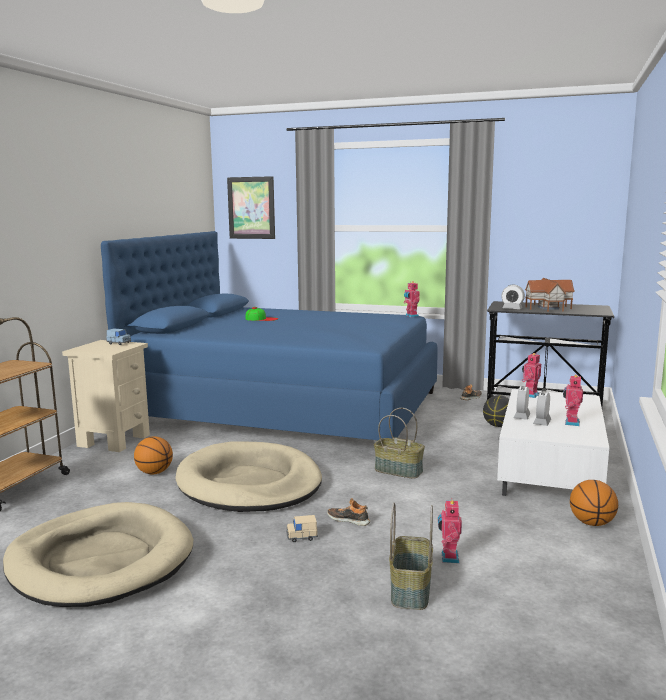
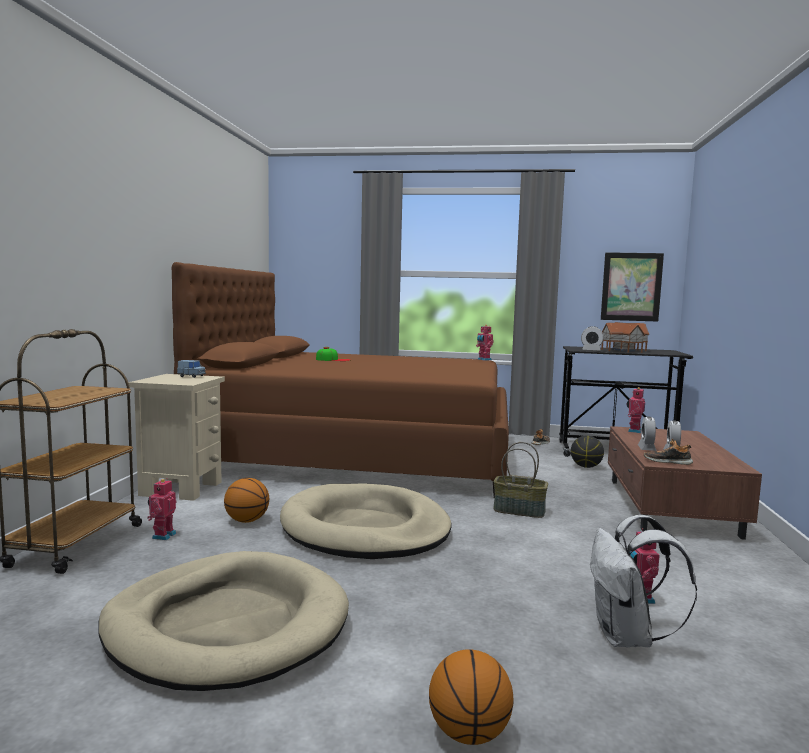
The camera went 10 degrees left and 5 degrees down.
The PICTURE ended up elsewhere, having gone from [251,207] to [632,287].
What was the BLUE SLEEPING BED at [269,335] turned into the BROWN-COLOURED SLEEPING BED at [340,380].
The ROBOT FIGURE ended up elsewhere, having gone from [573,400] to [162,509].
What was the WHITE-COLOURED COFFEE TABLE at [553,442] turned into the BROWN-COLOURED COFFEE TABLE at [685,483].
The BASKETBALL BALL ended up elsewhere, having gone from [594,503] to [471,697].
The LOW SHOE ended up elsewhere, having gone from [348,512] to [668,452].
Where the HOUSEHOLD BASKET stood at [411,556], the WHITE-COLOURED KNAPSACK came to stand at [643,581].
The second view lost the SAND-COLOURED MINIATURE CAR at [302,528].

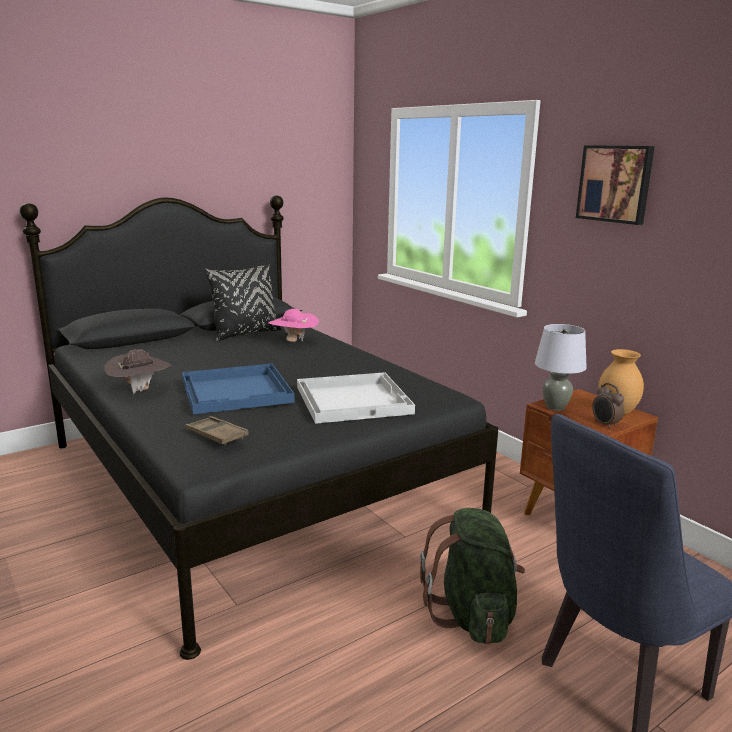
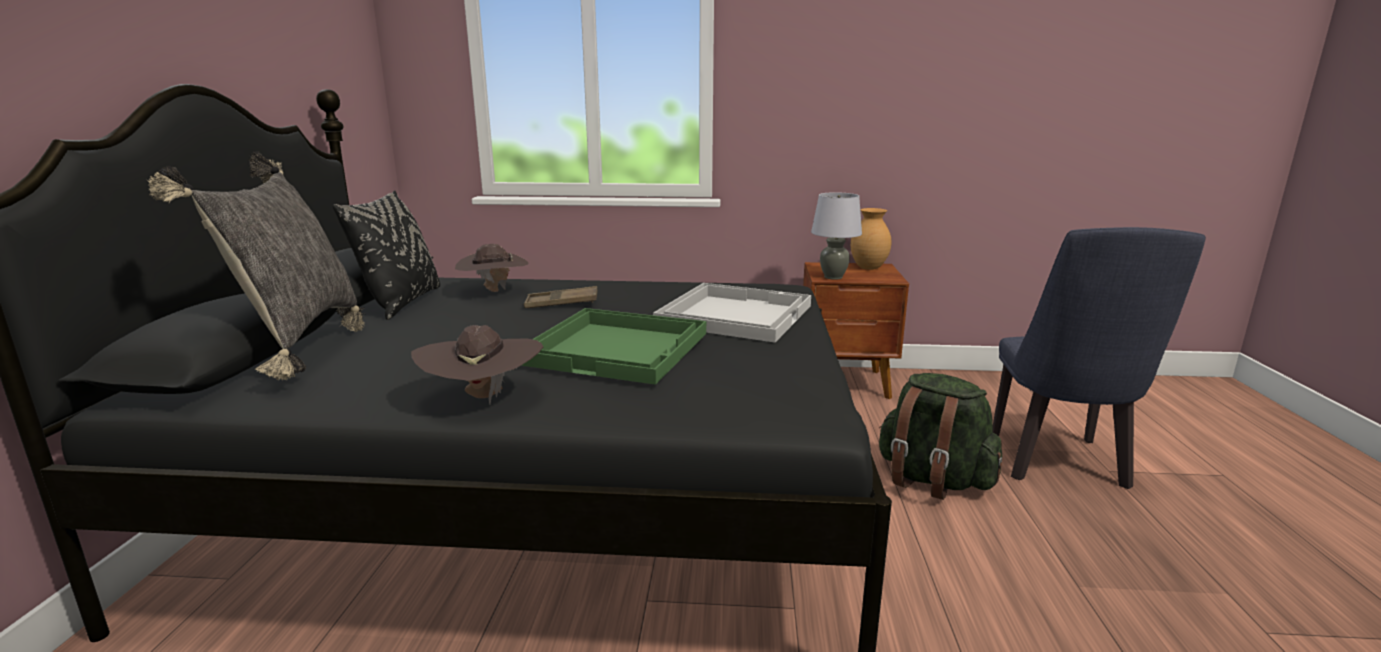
The camera went 50 degrees left and 0 degrees up.
The second view lost the PICTURE at [615,185].
What was the PINKISH HAT at [293,325] turned into the BROWN-COLOURED HAT at [491,268].
What was the BLUE SERVING TRAY at [238,389] turned into the GREENISH SERVING TRAY at [613,346].
The second view lost the BEDSIDE CLOCK at [608,406].
The BROWN-COLOURED SERVING TRAY ended up elsewhere, having gone from [217,430] to [561,297].
The second view gained the THROW PILLOW at [256,266].

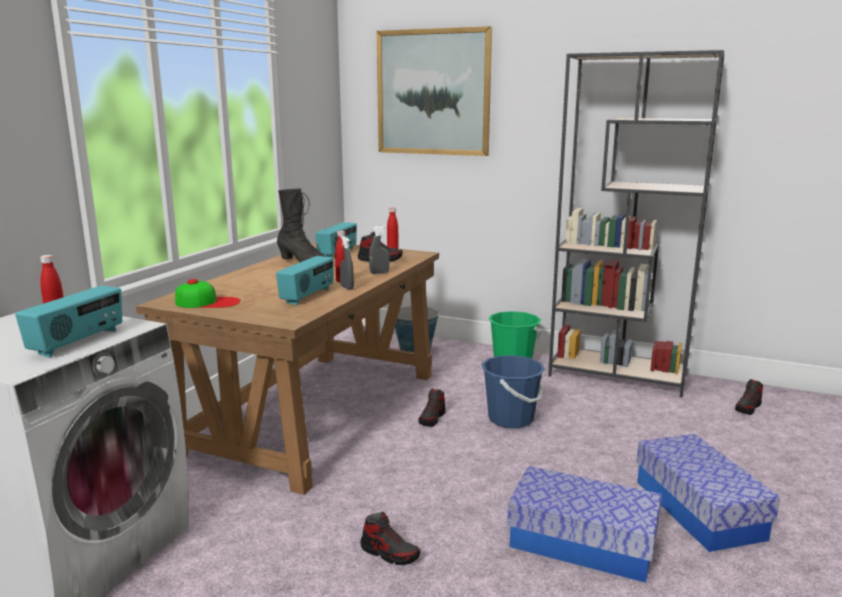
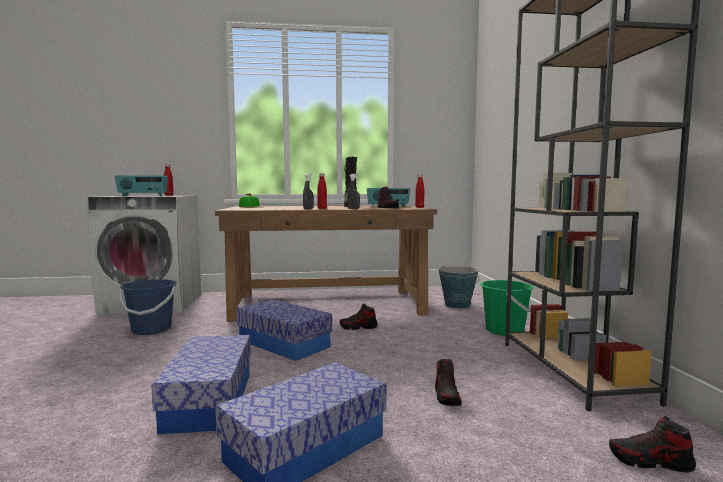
The camera went 60 degrees right and 10 degrees down.
The second view lost the PICTURE at [434,91].
The second view lost the RADIO at [305,280].
The BLUE BUCKET ended up elsewhere, having gone from [513,391] to [147,307].
The LOW SHOE ended up elsewhere, having gone from [390,538] to [448,382].
The second view gained the STORAGE BIN at [285,330].

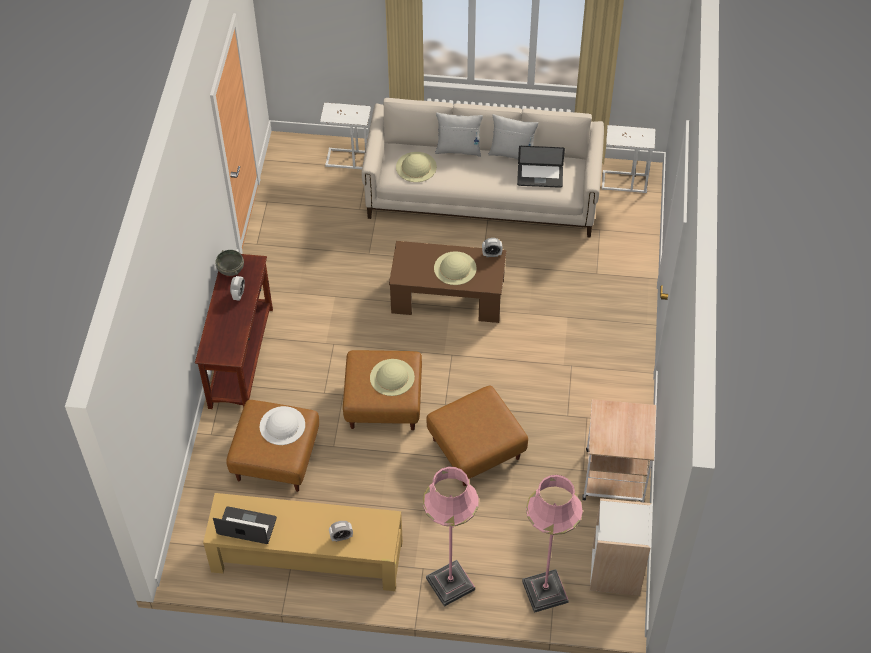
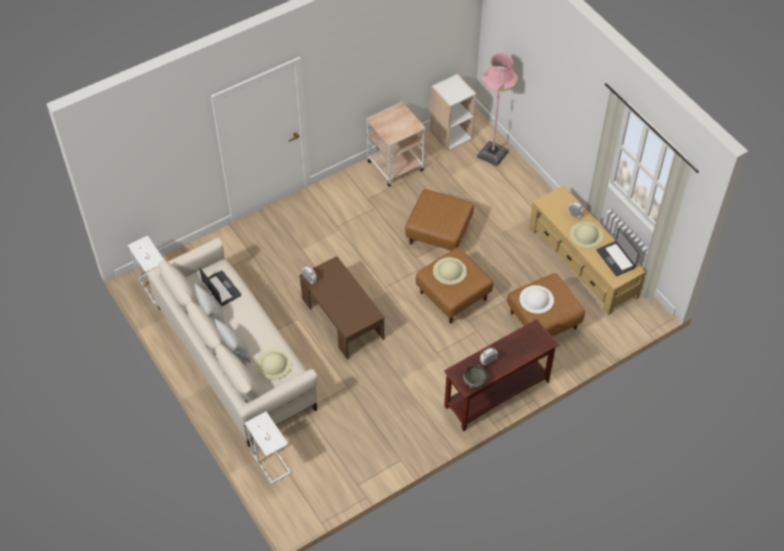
The camera went 130 degrees left and 0 degrees up.
The SAND-COLOURED HAT ended up elsewhere, having gone from [455,268] to [586,235].
The second view lost the PINKISH FLOOR LAMP at [451,537].

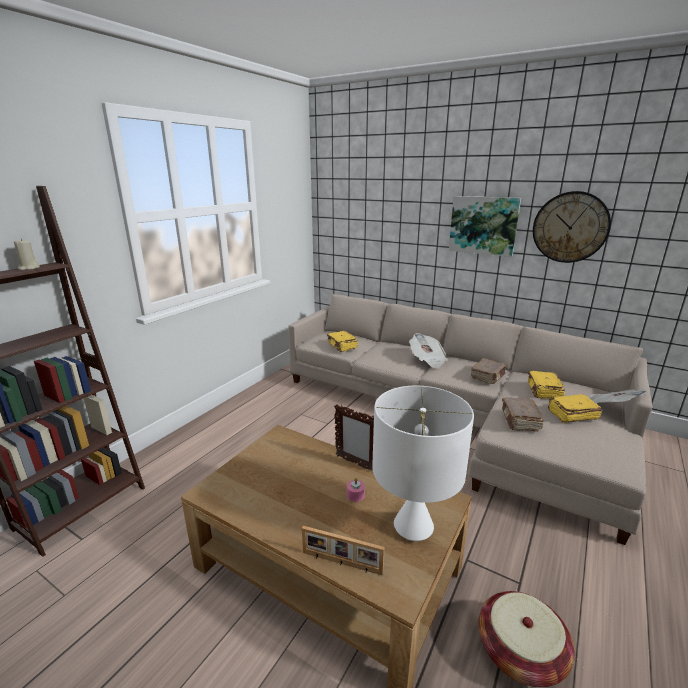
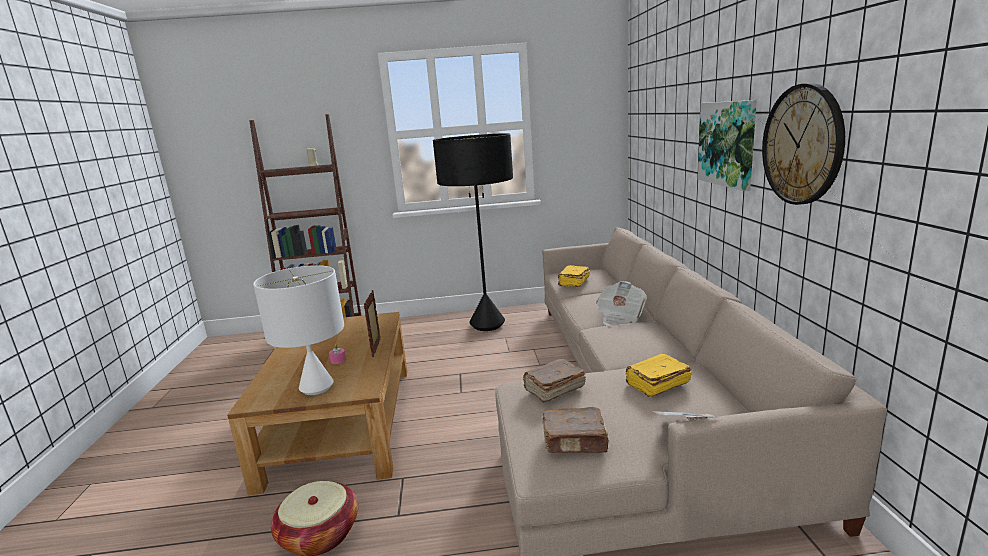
The camera went 55 degrees right and 5 degrees down.
The BROWN-COLOURED BOUND BOOK ended up elsewhere, having gone from [488,371] to [576,430].
The second view lost the YELLOW-COLOURED BOUND BOOK at [575,408].
The second view lost the PHOTO FRAME at [343,550].
The second view gained the BLACK FLOOR LAMP at [473,232].

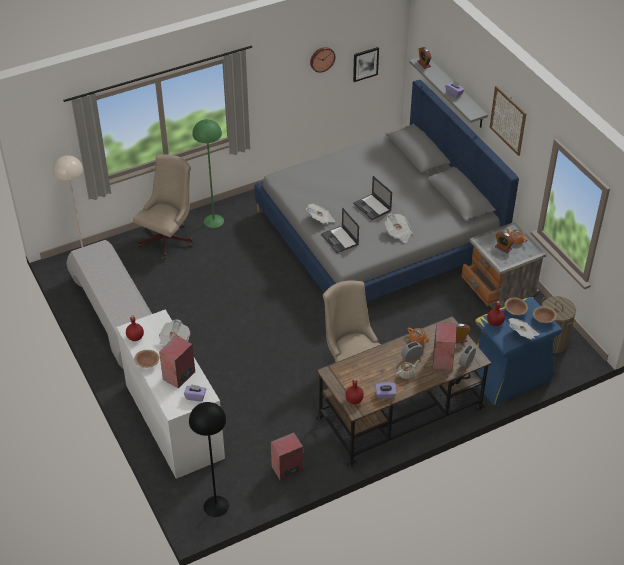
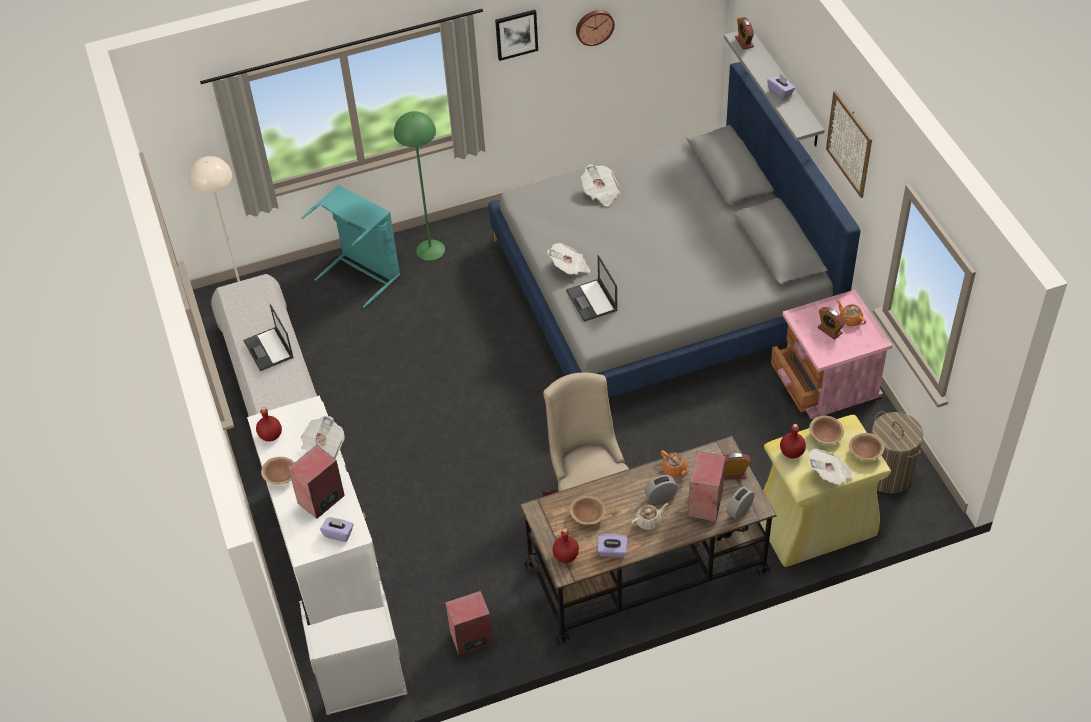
The camera went 10 degrees right and 5 degrees up.
The PICTURE ended up elsewhere, having gone from [366,64] to [516,35].
Where the SAND-COLOURED OFFICE CHAIR stood at [163,207], the BLUE-GREEN WASHING BASKET came to stand at [350,246].
The PORTABLE COMPUTER ended up elsewhere, having gone from [372,198] to [268,337].
The PRINTED PAPER ended up elsewhere, having gone from [399,228] to [600,185].
What was the GRAY BEDSIDE TABLE at [504,265] turned into the PINKISH BEDSIDE TABLE at [832,354].
What was the BLUE BEDSIDE TABLE at [518,351] turned into the YELLOW-COLOURED BEDSIDE TABLE at [825,491].
Where the BLACK FLOOR LAMP stood at [209,459], the GRAY WASHING BASKET came to stand at [353,648].
The second view gained the BROWN-COLOURED SERVING BOWL at [587,510].

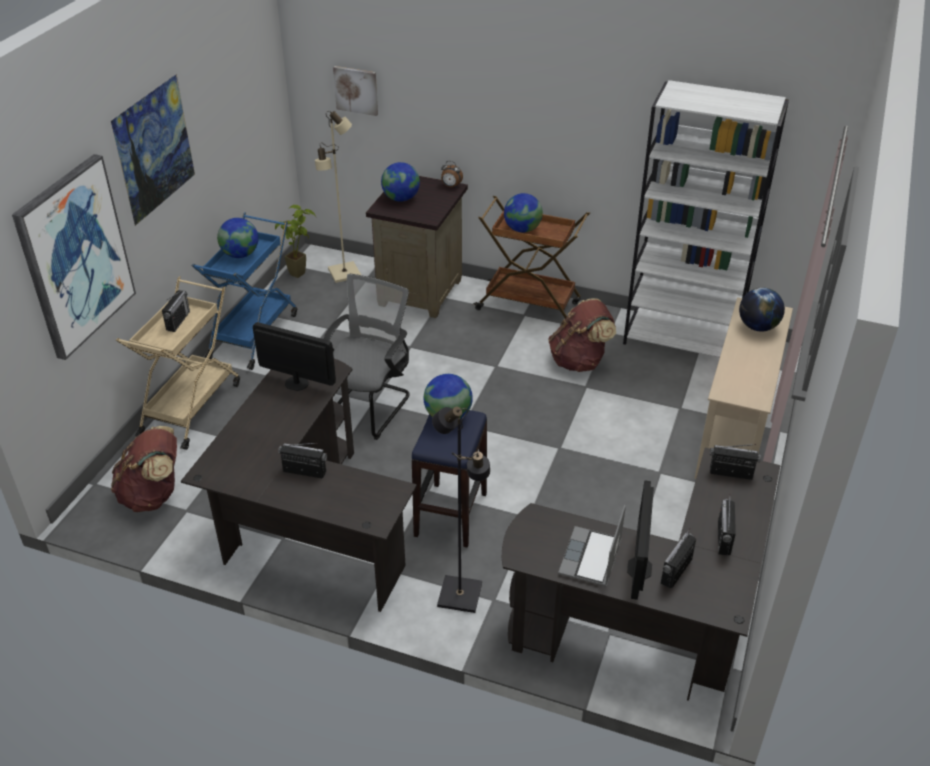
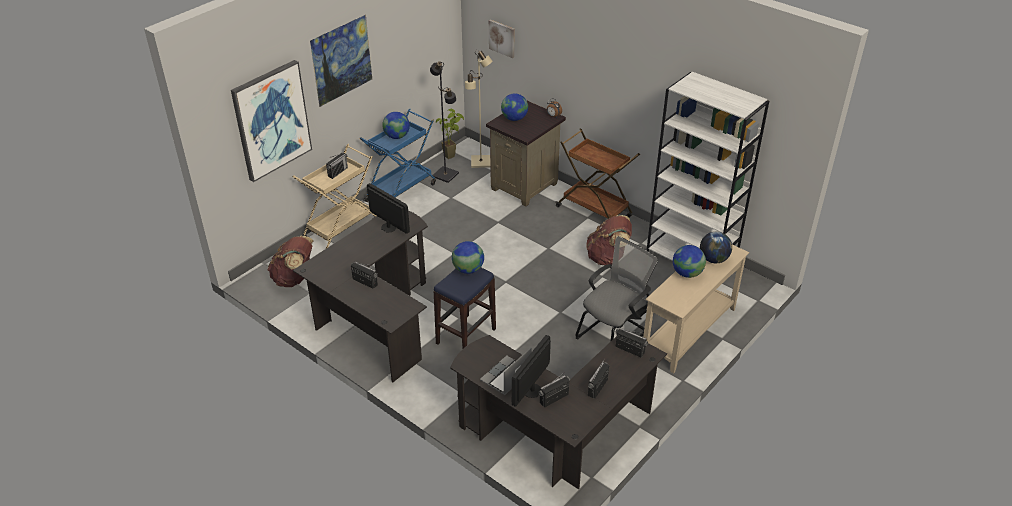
The camera went 20 degrees right and 0 degrees up.
The GLOBE ended up elsewhere, having gone from [523,213] to [689,261].
The PLAIN CHAIR ended up elsewhere, having gone from [367,357] to [616,289].
The BLACK FLOOR LAMP ended up elsewhere, having gone from [461,510] to [444,122].

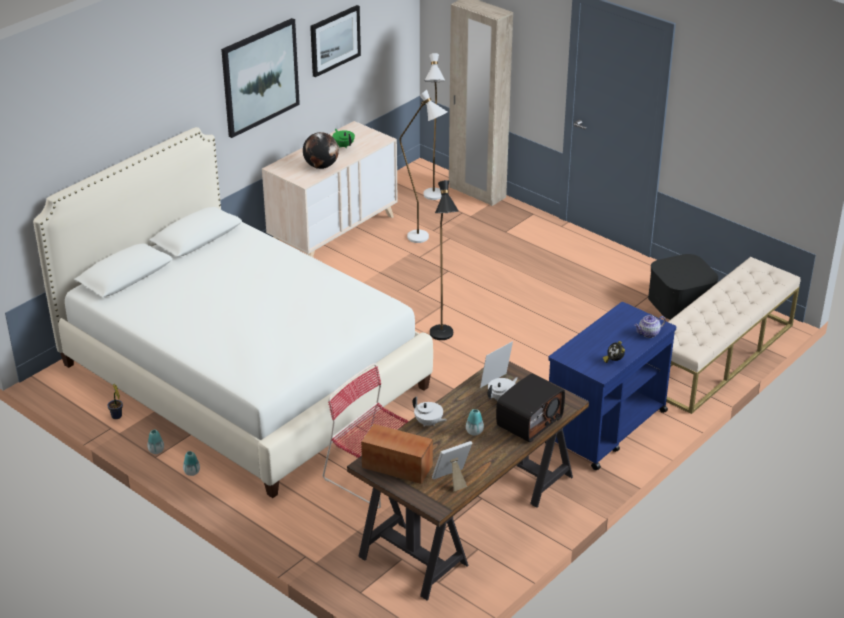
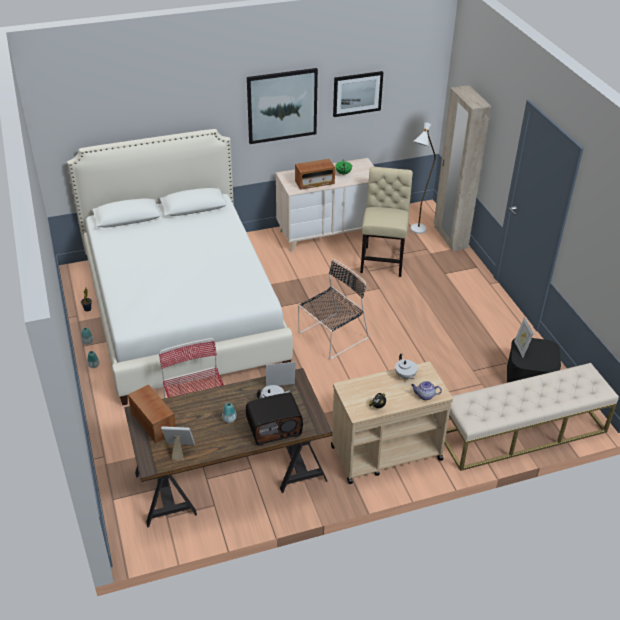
The camera went 30 degrees right and 5 degrees up.
Where the WHITE-COLOURED FLOOR LAMP stood at [423,166], the SAND-COLOURED PLAIN CHAIR came to stand at [386,222].
Where the GLOBE stood at [321,150], the RADIO came to stand at [315,174].
Where the BLACK FLOOR LAMP stood at [444,260], the BLACK PLAIN CHAIR came to stand at [333,309].
What was the BLUE WHEELED CART at [610,386] turned into the SAND-COLOURED WHEELED CART at [392,423].
The WHITE-COLOURED TEAPOT ended up elsewhere, having gone from [430,411] to [406,367].
The second view gained the PHOTO FRAME at [524,337].

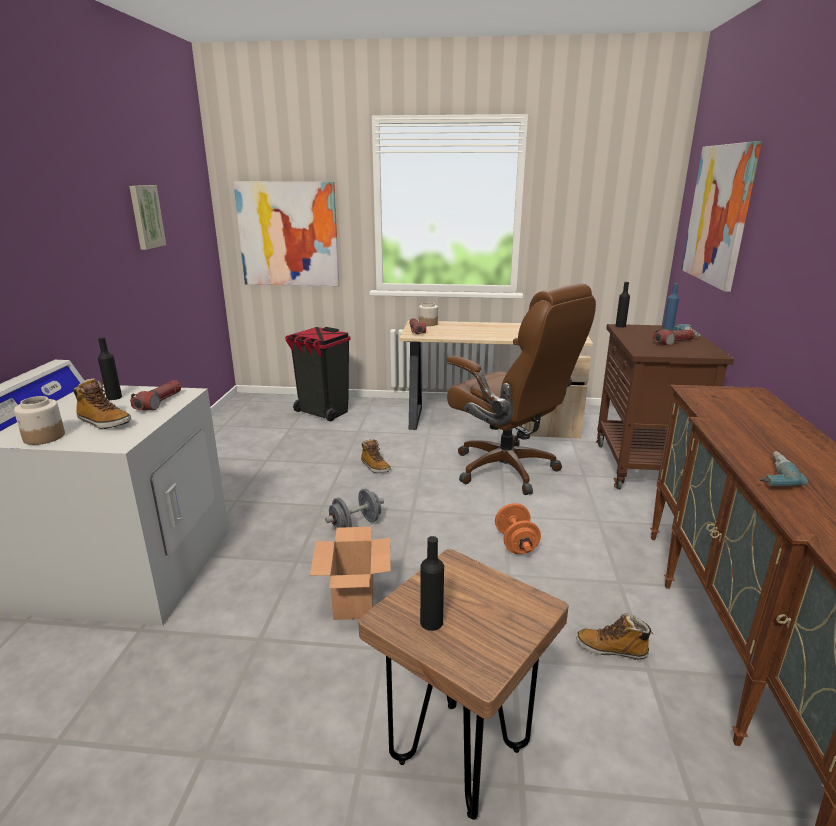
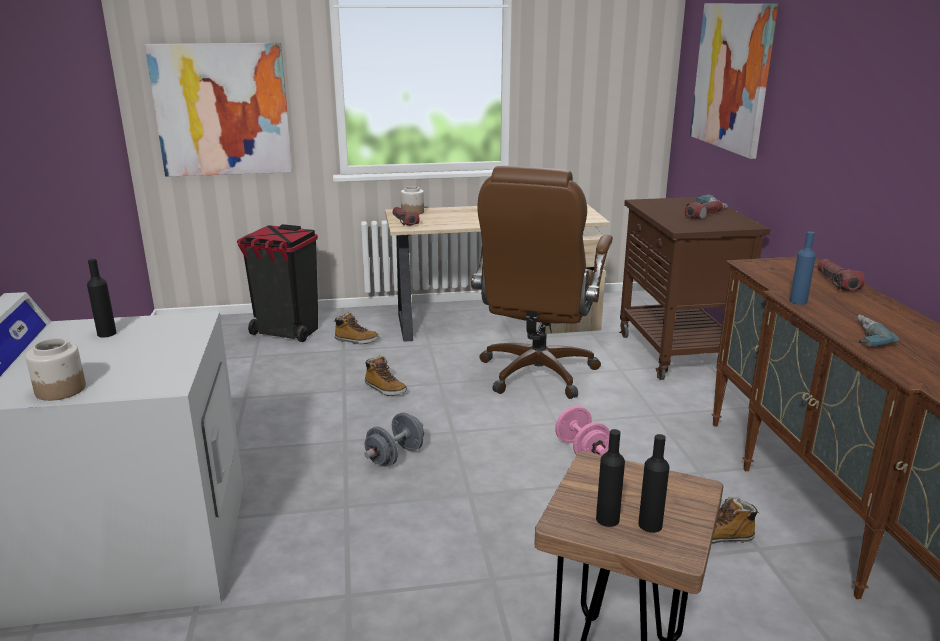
The camera went 15 degrees left and 0 degrees up.
The second view lost the PICTURE at [147,217].
The BLACK BOTTLE ended up elsewhere, having gone from [622,305] to [653,483].
The BROWN-COLOURED OFFICE CHAIR at [521,389] ended up facing another way, 75 degrees clockwise from before.
The BLUE BOTTLE ended up elsewhere, having gone from [671,306] to [802,268].
The BOOT ended up elsewhere, having gone from [102,403] to [357,328].
The TORCH ended up elsewhere, having gone from [155,395] to [841,275].
What was the ORANGE-COLOURED FREE WEIGHT at [518,528] turned into the PINKISH FREE WEIGHT at [582,430].
The second view lost the PACKING BOX at [350,573].

